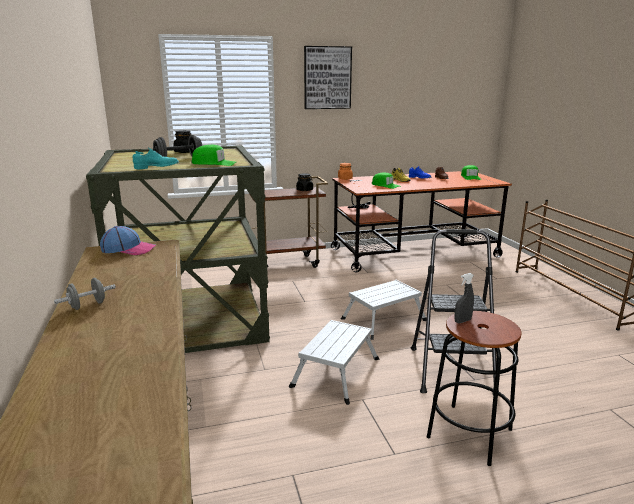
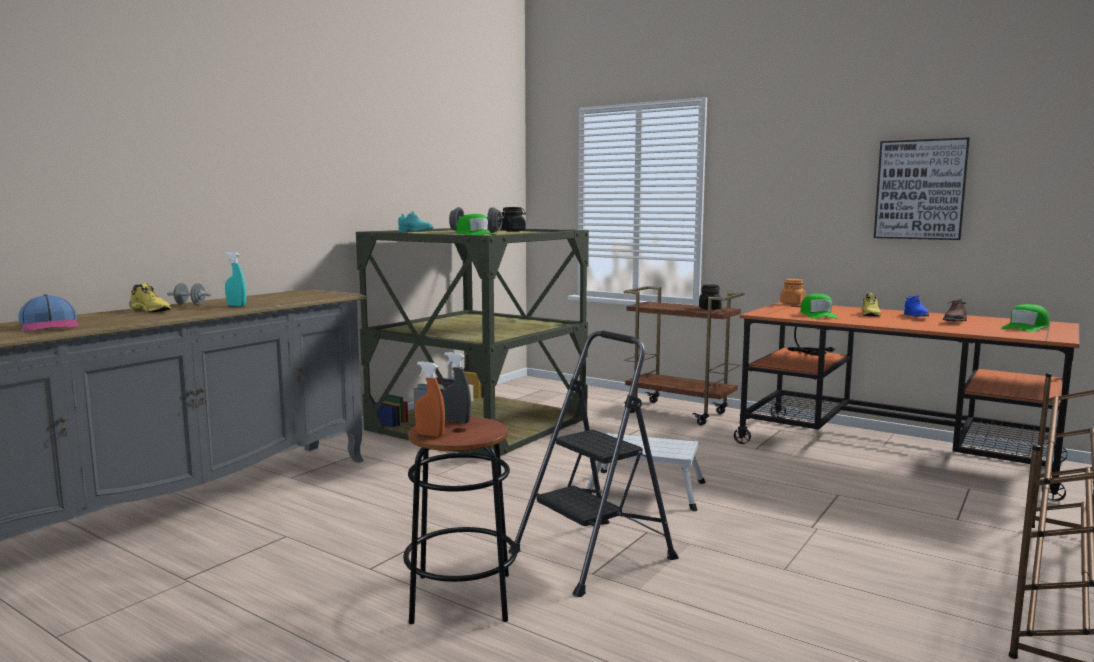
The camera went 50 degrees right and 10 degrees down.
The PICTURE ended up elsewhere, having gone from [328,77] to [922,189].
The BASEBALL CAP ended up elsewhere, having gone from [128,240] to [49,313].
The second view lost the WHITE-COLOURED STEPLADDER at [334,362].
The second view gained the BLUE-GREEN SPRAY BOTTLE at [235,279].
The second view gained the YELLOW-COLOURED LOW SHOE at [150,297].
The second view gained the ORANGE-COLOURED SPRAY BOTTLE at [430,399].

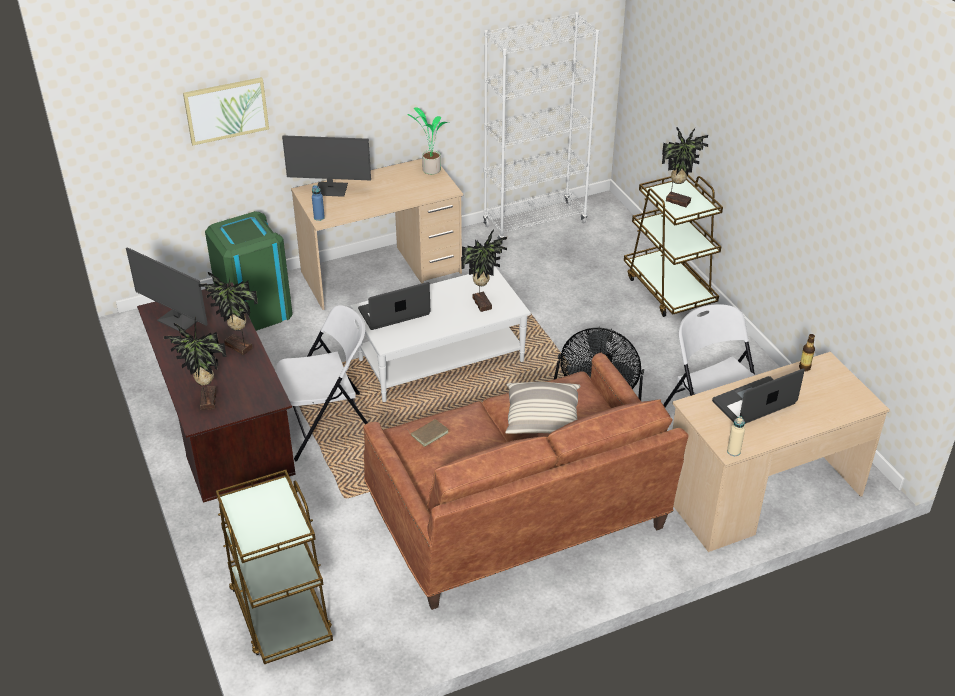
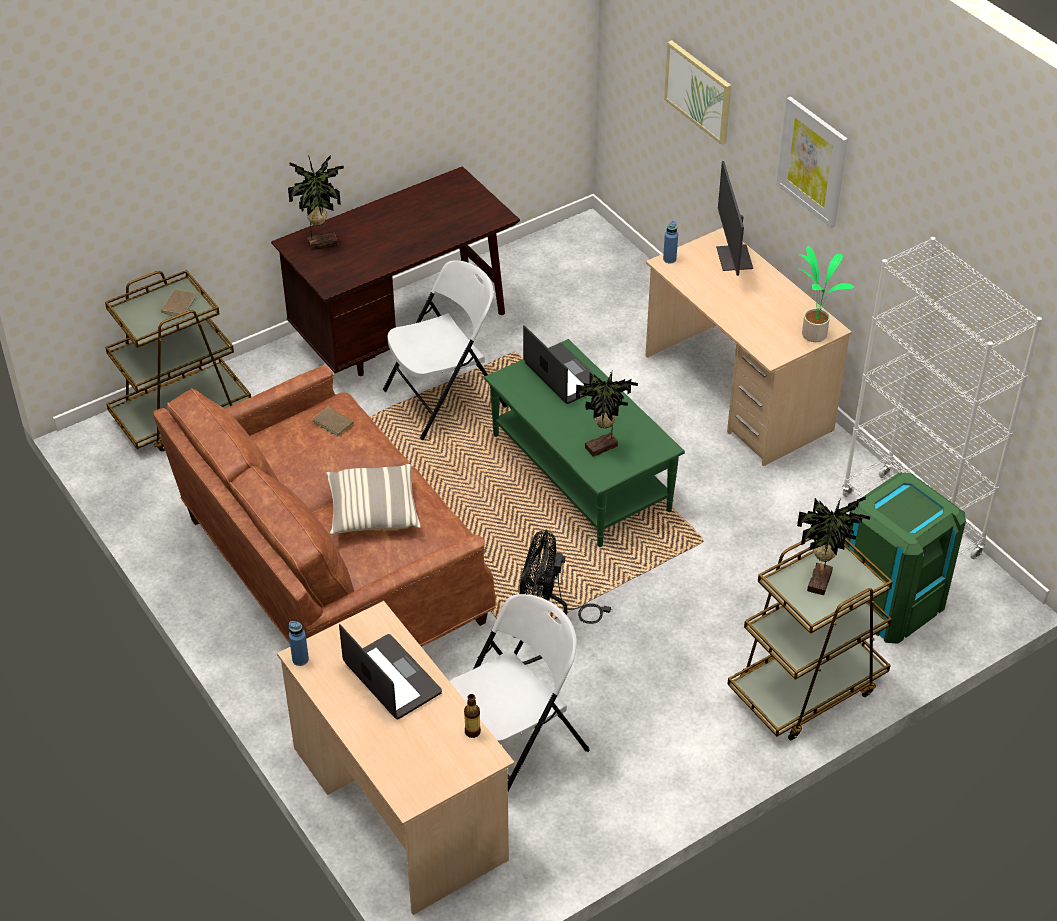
The camera went 80 degrees right and 5 degrees up.
The GREENISH TRASH CAN ended up elsewhere, having gone from [249,271] to [905,558].
The second view lost the MONITOR at [167,289].
What was the WHITE-COLOURED COFFEE TABLE at [440,334] turned into the GREENISH COFFEE TABLE at [584,443].
The second view lost the HOUSEPLANT at [228,313].
The WHITE-COLOURED PLAIN CHAIR at [322,383] ended up facing another way, 90 degrees counterclockwise from before.
What was the SAND-COLOURED BOTTLE at [736,436] turned into the BLUE BOTTLE at [299,643].
The second view gained the PICTURE at [812,162].
The second view gained the BROWN-COLOURED BOUND BOOK at [176,304].

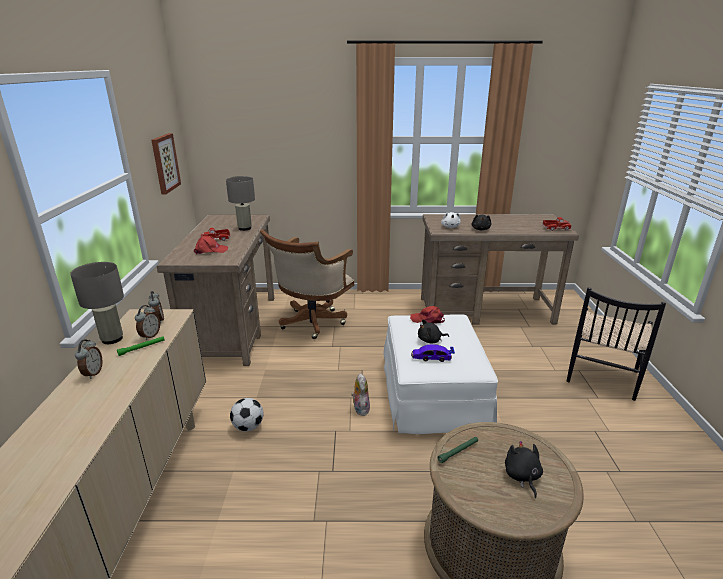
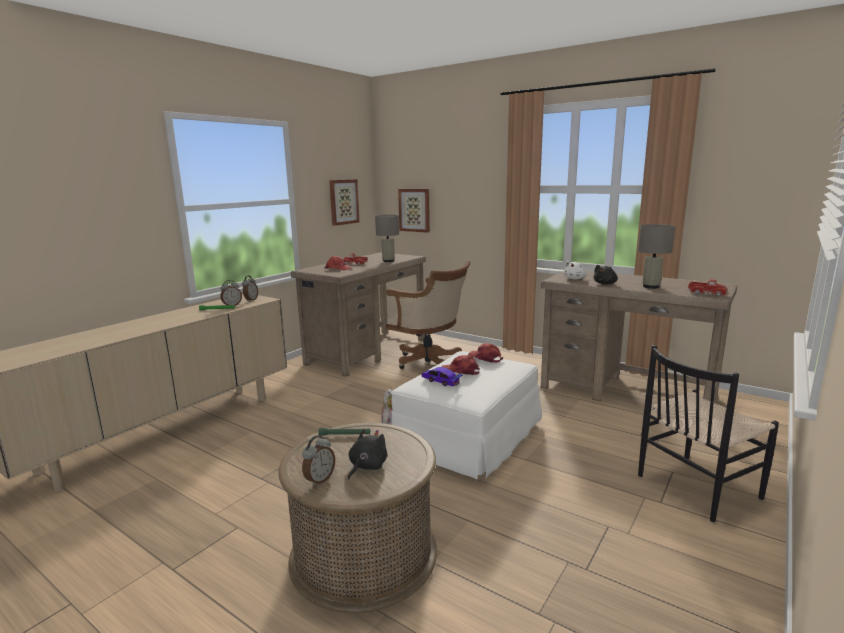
The camera went 35 degrees right and 10 degrees down.
The OFFICE CHAIR at [307,284] ended up facing another way, 120 degrees counterclockwise from before.
The GRAY LAMP FOR A TABLE ended up elsewhere, having gone from [97,303] to [656,256].
Where the BLACK CUDDLY TOY stood at [433,331], the RED-COLOURED BASEBALL CAP came to stand at [461,365].
The BEDSIDE CLOCK ended up elsewhere, having gone from [89,359] to [318,460].
The second view lost the FOOTBALL at [247,415].
The second view gained the PICTURE at [414,211].

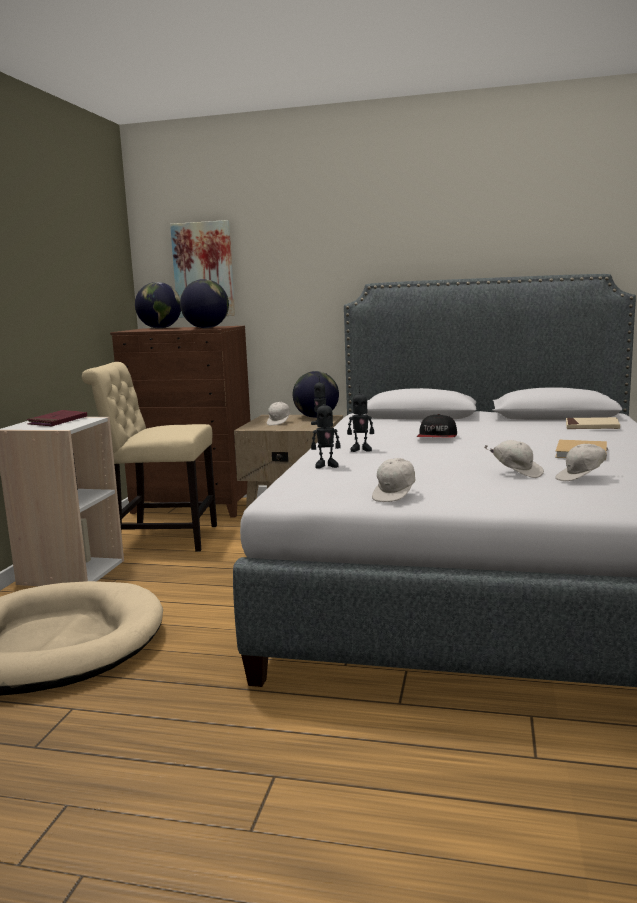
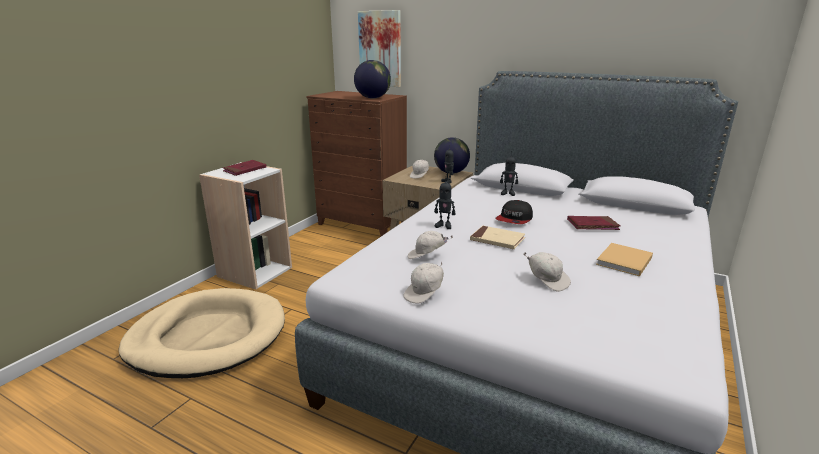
The camera went 15 degrees right and 10 degrees up.
The second view lost the GLOBE at [158,305].
The second view lost the SAND-COLOURED PLAIN CHAIR at [149,457].
The ROBOT FIGURE ended up elsewhere, having gone from [326,432] to [509,173].
The SAND-COLOURED BOUND BOOK ended up elsewhere, having gone from [593,423] to [497,237].
The WHITE-COLOURED BASEBALL CAP ended up elsewhere, having gone from [581,462] to [430,245].
The second view gained the RED-COLOURED BOUND BOOK at [593,223].

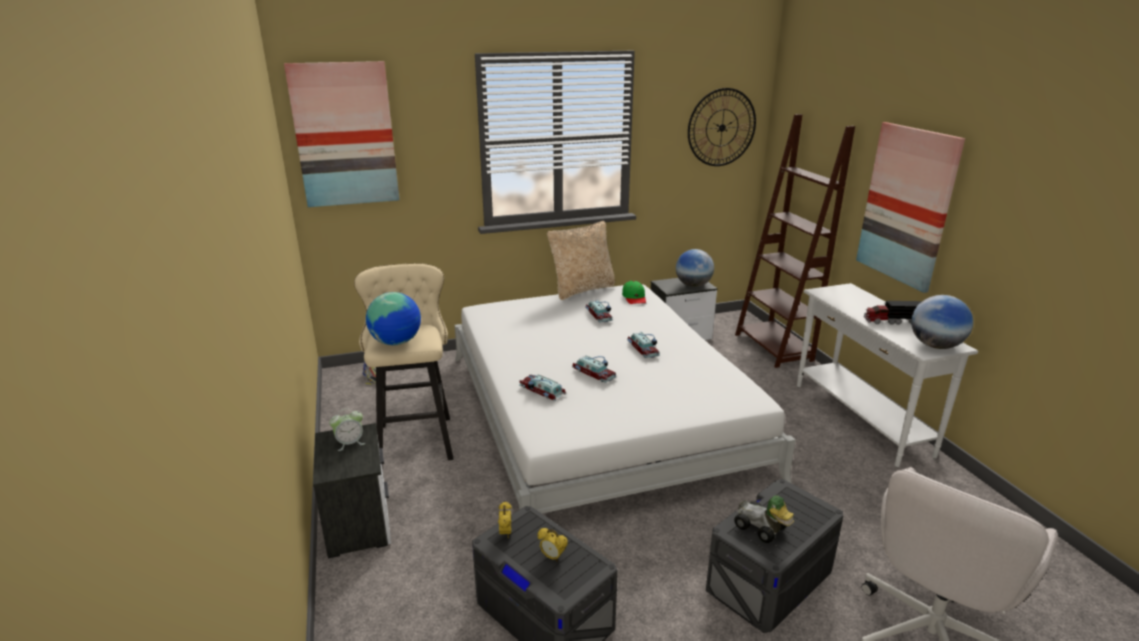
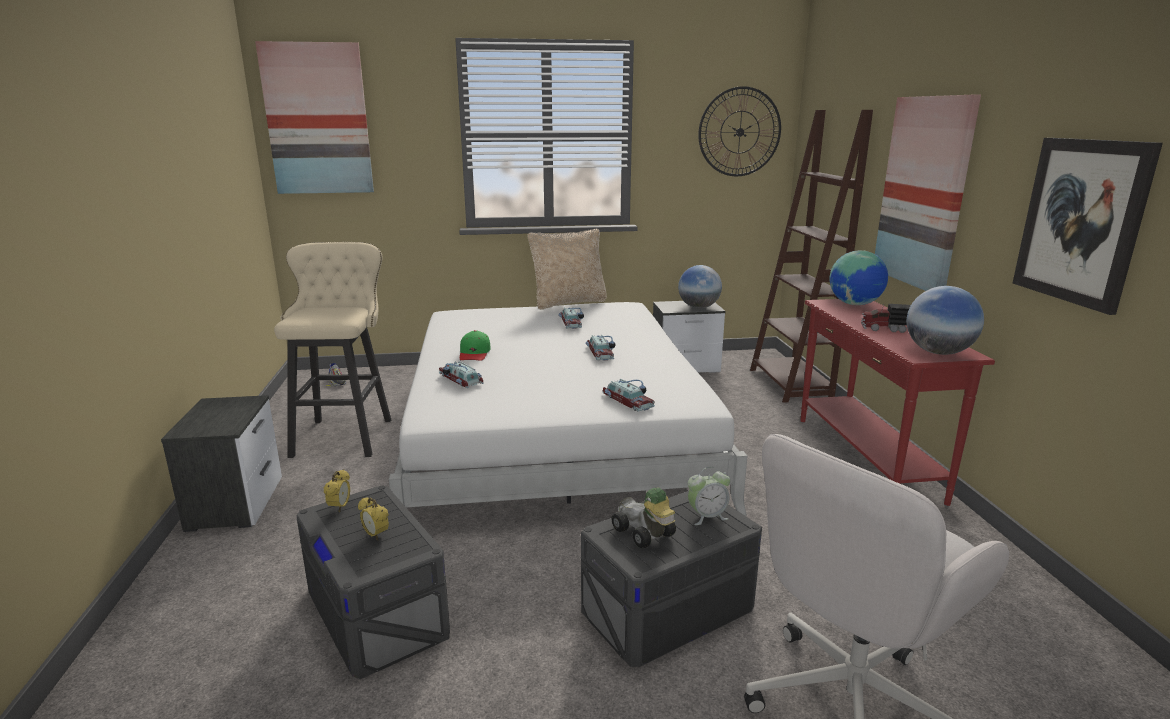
The camera went 10 degrees right and 5 degrees down.
The GREENISH BASEBALL CAP ended up elsewhere, having gone from [634,292] to [475,345].
What was the WHITE-COLOURED NARROW TABLE at [887,375] turned into the RED-COLOURED NARROW TABLE at [897,403].
The GLOBE ended up elsewhere, having gone from [393,318] to [859,277].
The MINIATURE CAR ended up elsewhere, having gone from [594,369] to [628,395].
The BEDSIDE CLOCK ended up elsewhere, having gone from [347,429] to [709,496].
The second view gained the PICTURE at [1088,226].

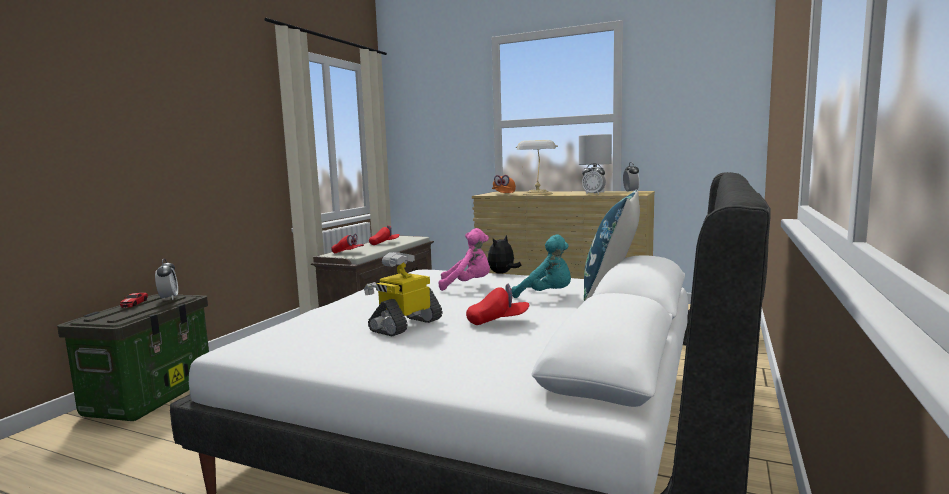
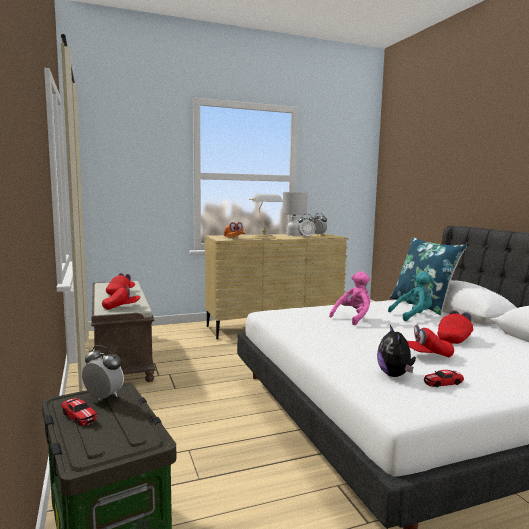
The camera went 45 degrees left and 0 degrees up.
The CUDDLY TOY ended up elsewhere, having gone from [504,254] to [396,351].
Where the ROBOT FIGURE stood at [403,294], the RED-COLOURED BASEBALL CAP came to stand at [430,341].
The second view gained the MINIATURE CAR at [444,378].

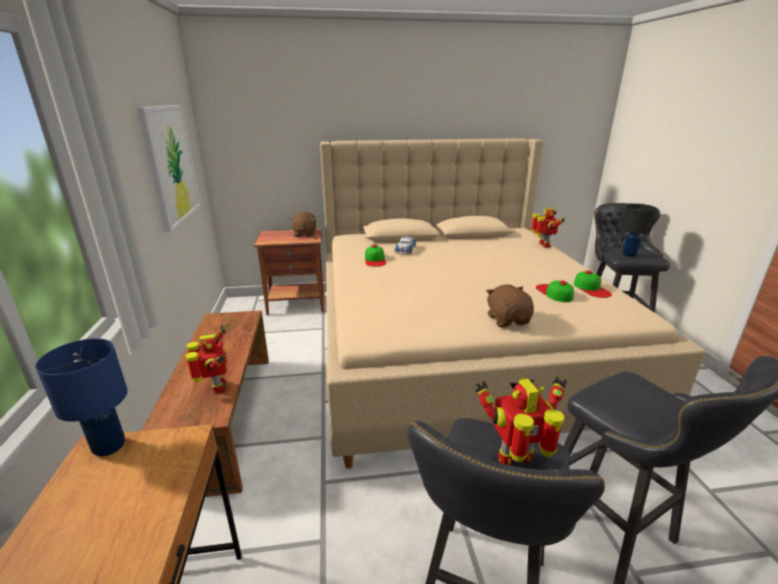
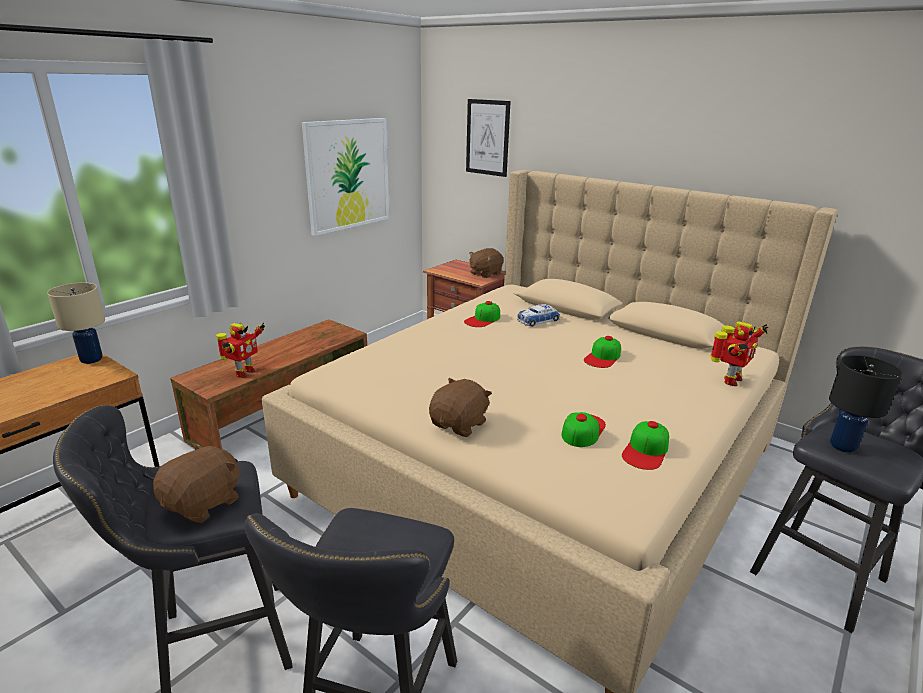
The camera went 45 degrees right and 0 degrees up.
What was the BLUE LAMP FOR A TABLE at [81,397] turned into the SAND-COLOURED LAMP FOR A TABLE at [76,323].
Where the ROBOT FIGURE stood at [521,421], the BROWN-COLOURED CUDDLY TOY came to stand at [196,483].
The second view gained the PICTURE at [488,138].
The second view gained the BASEBALL CAP at [602,352].

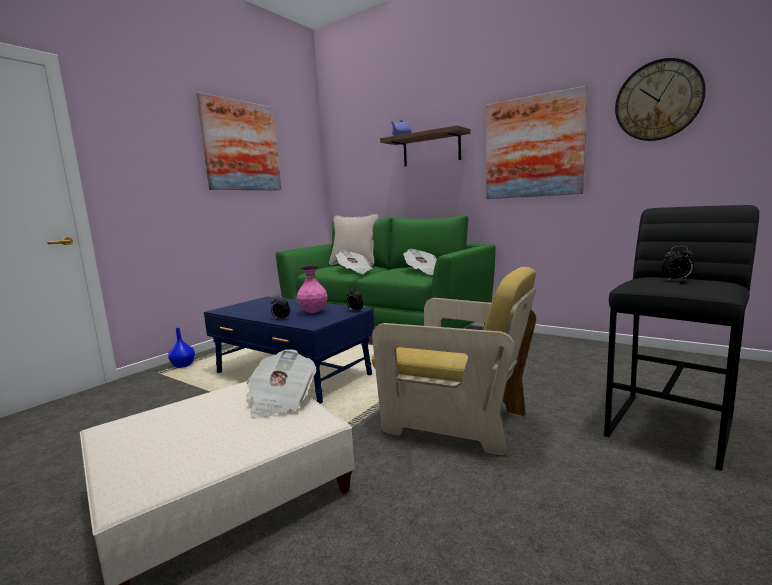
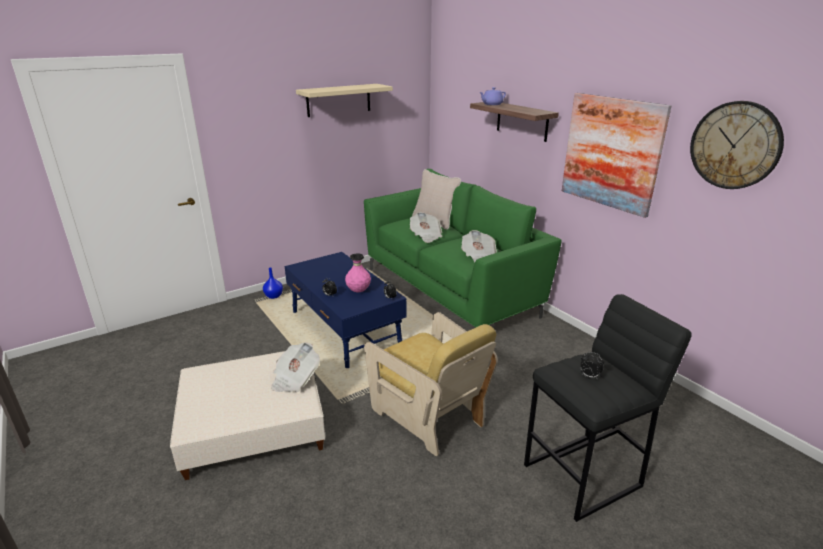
The camera went 20 degrees right and 15 degrees up.
Where the PICTURE hung at [239,141], the SAND-COLOURED BRACKET SHELF came to hang at [344,100].

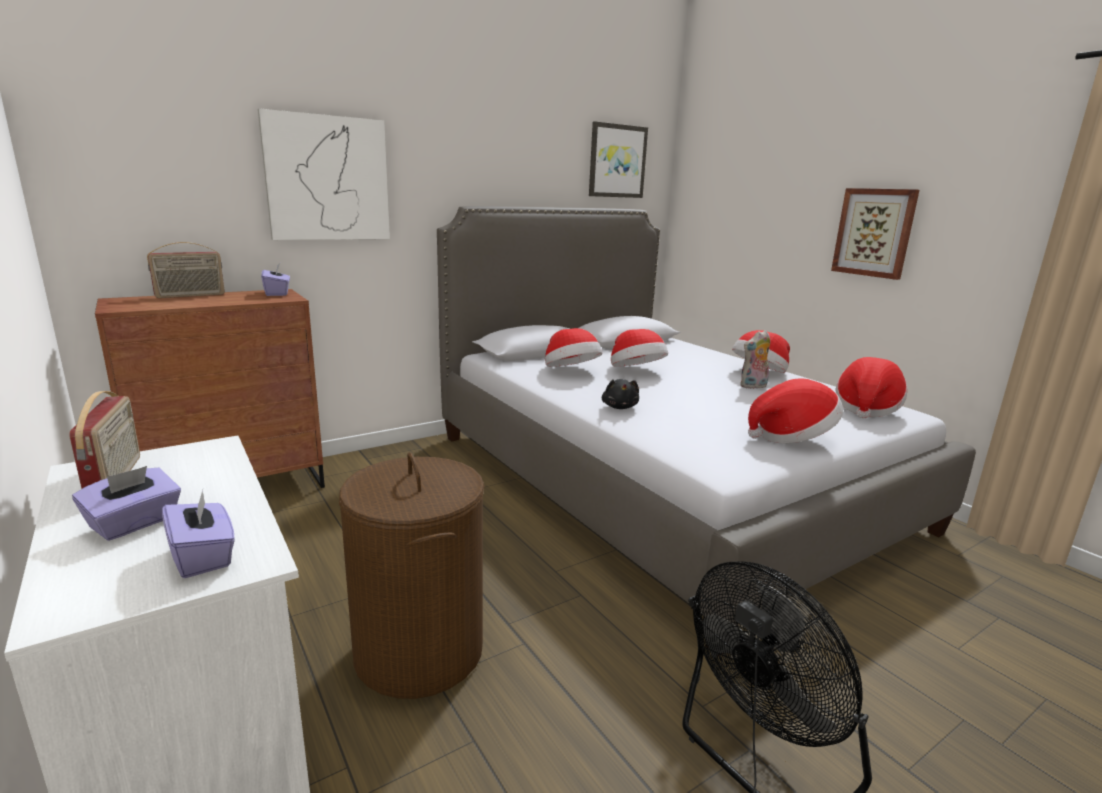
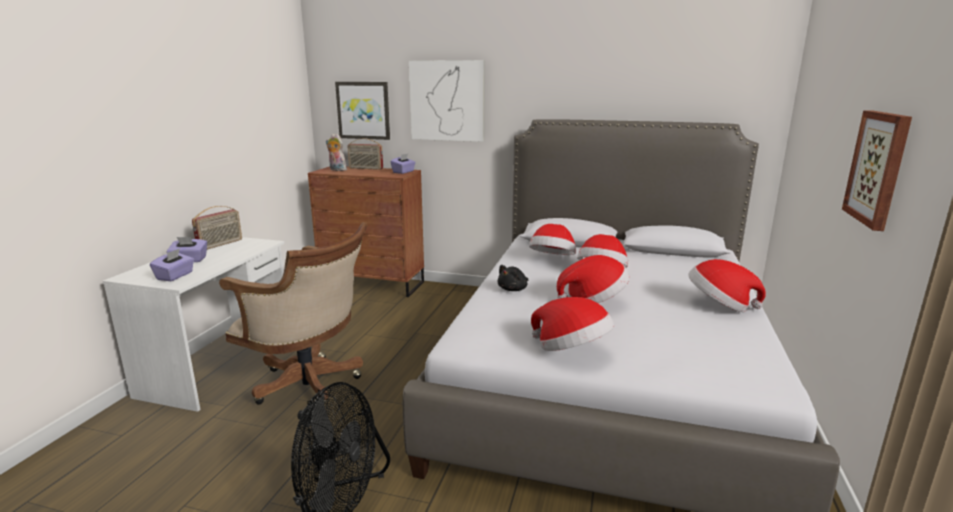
The camera went 50 degrees right and 0 degrees up.
The PICTURE ended up elsewhere, having gone from [618,159] to [362,111].
The CUDDLY TOY ended up elsewhere, having gone from [755,359] to [336,152].
The HAT ended up elsewhere, having gone from [871,388] to [593,279].
Where the BROWN-COLOURED WASHING BASKET stood at [412,575], the OFFICE CHAIR came to stand at [293,313].

